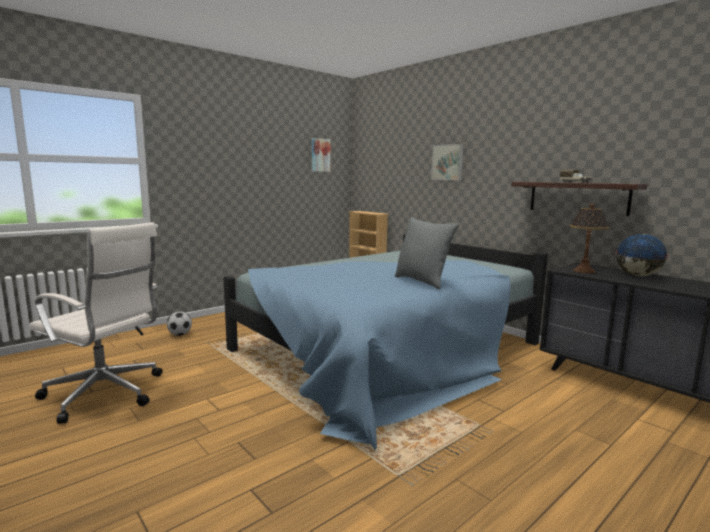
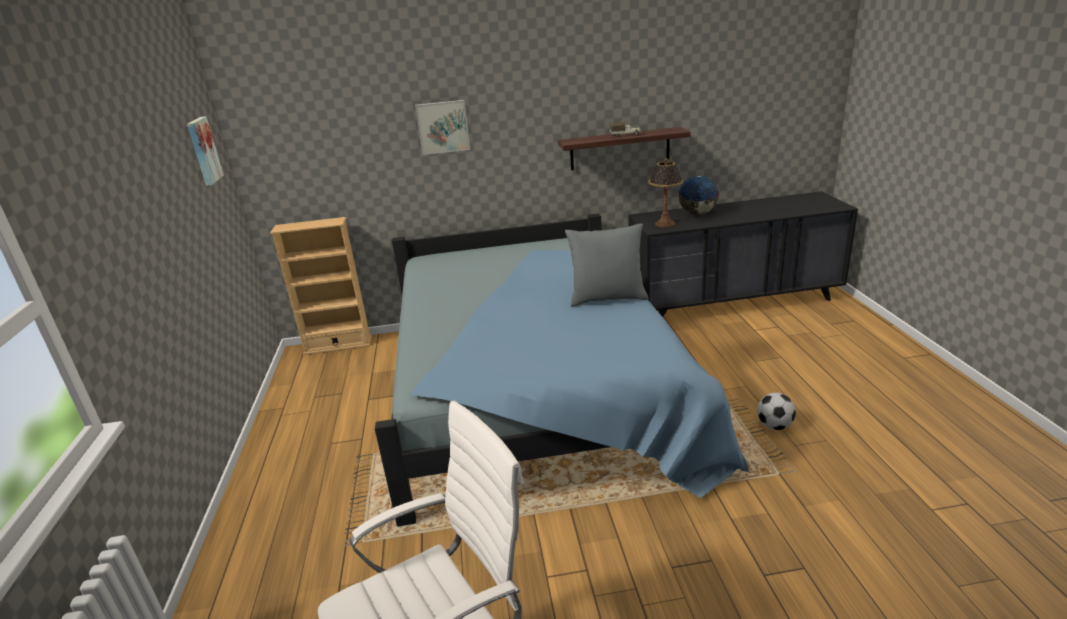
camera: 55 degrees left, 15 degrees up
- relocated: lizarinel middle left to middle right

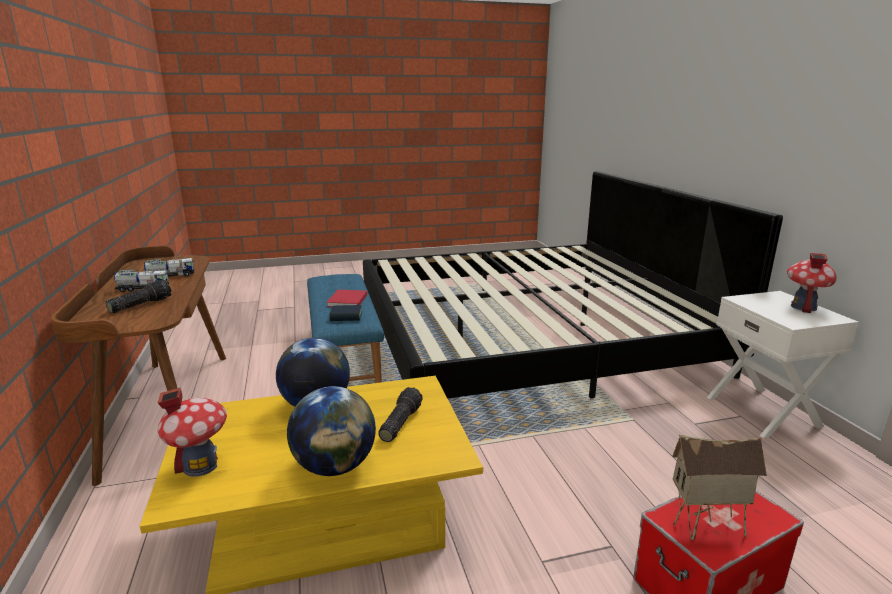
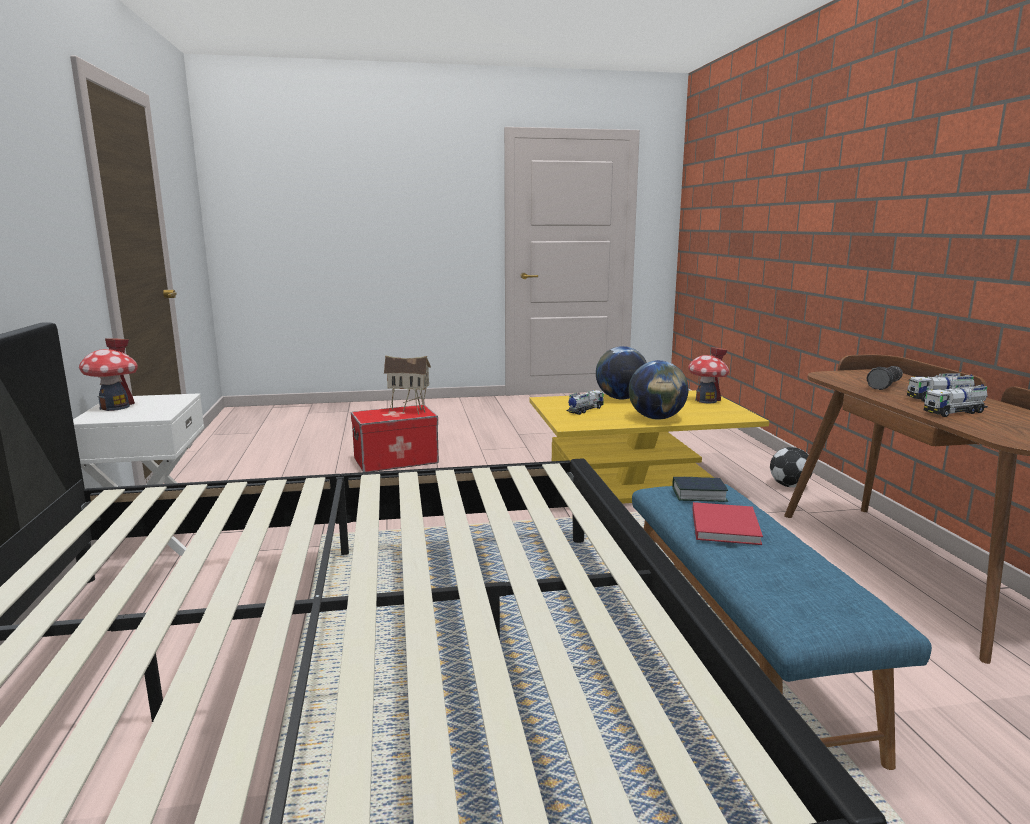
camera: 175 degrees left, 5 degrees down
- appeared: lizarinel middle right
- exchanged: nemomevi (no. 2 from left) bottom centre to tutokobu (no. 1 from left) centre

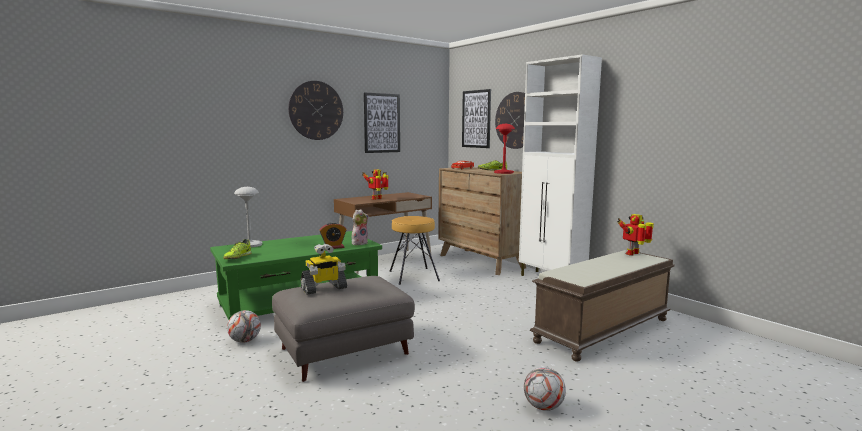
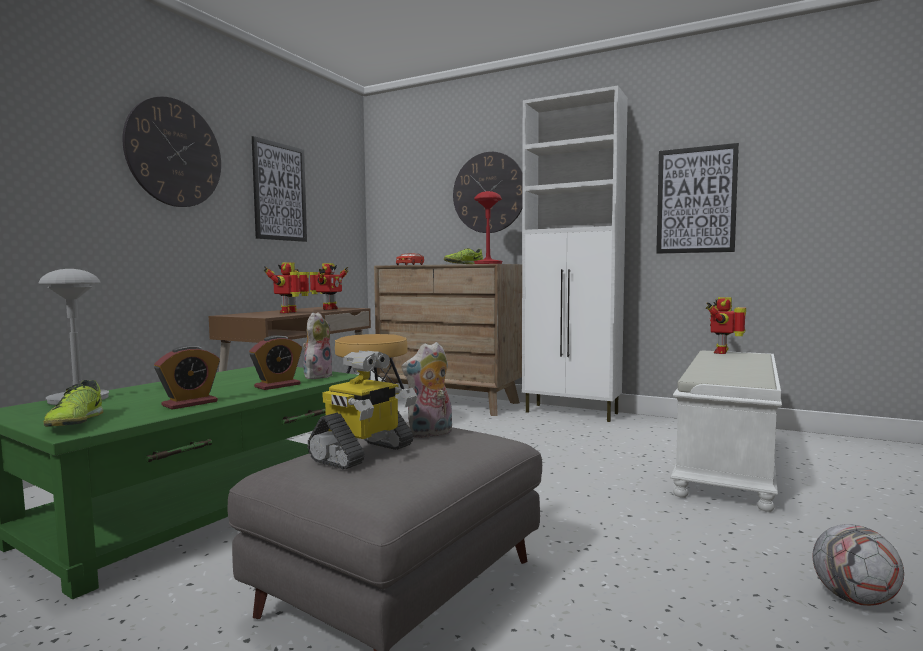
camera: 25 degrees left, 5 degrees down
- missing: lizarinel (no. 1 from left) bottom left
- appeared: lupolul (no. 1 from left) middle left
- appeared: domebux (no. 2 from left) centre
- appeared: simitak (no. 2 from left) centre
- relocated: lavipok (no. 2 from left) top centre to top right
- colour: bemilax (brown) bottom right to bemilax (white) middle right

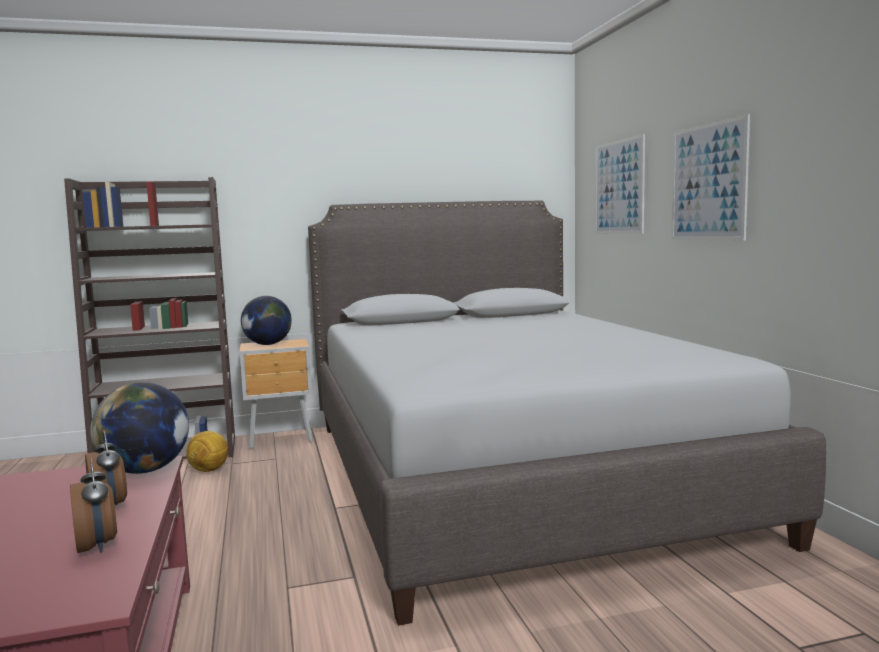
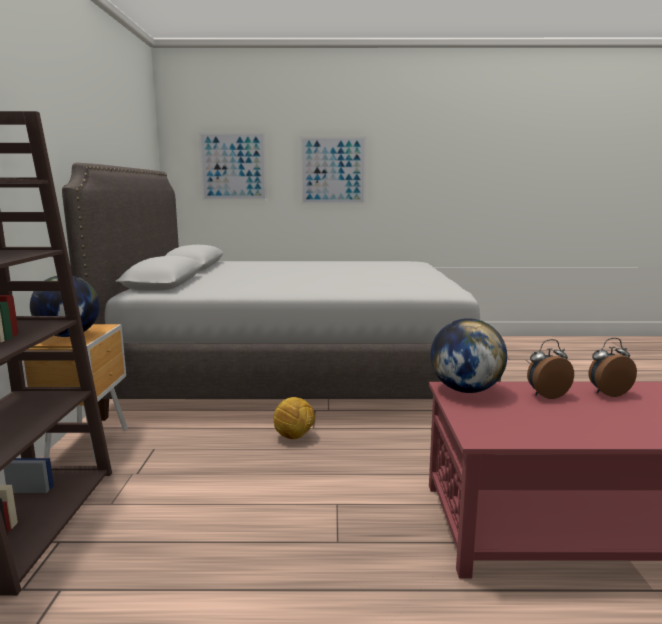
camera: 75 degrees left, 5 degrees up
- relocated: lizarinel bottom left to bottom centre

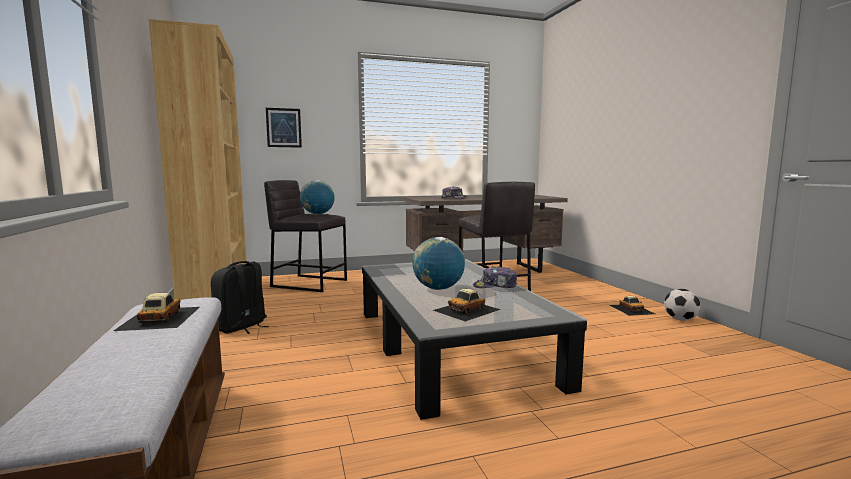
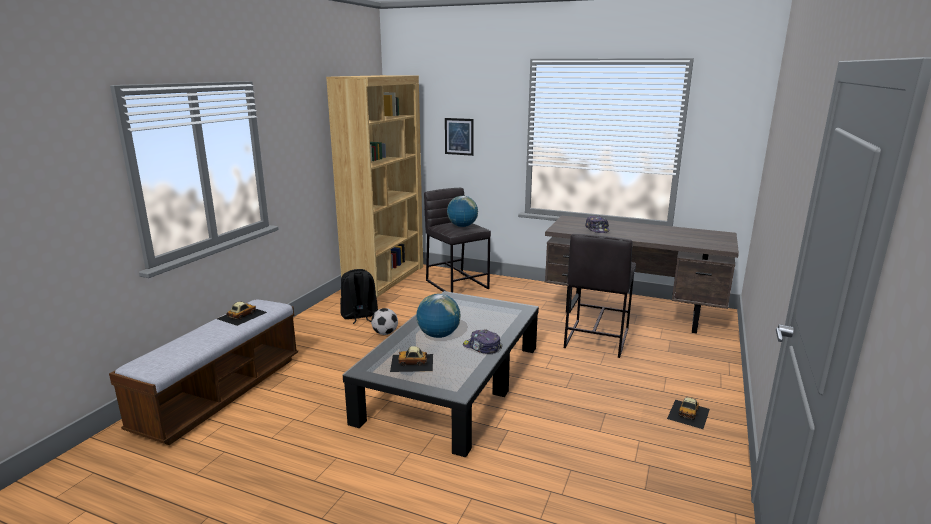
camera: 40 degrees right, 10 degrees up
- relocated: lizarinel middle right to centre

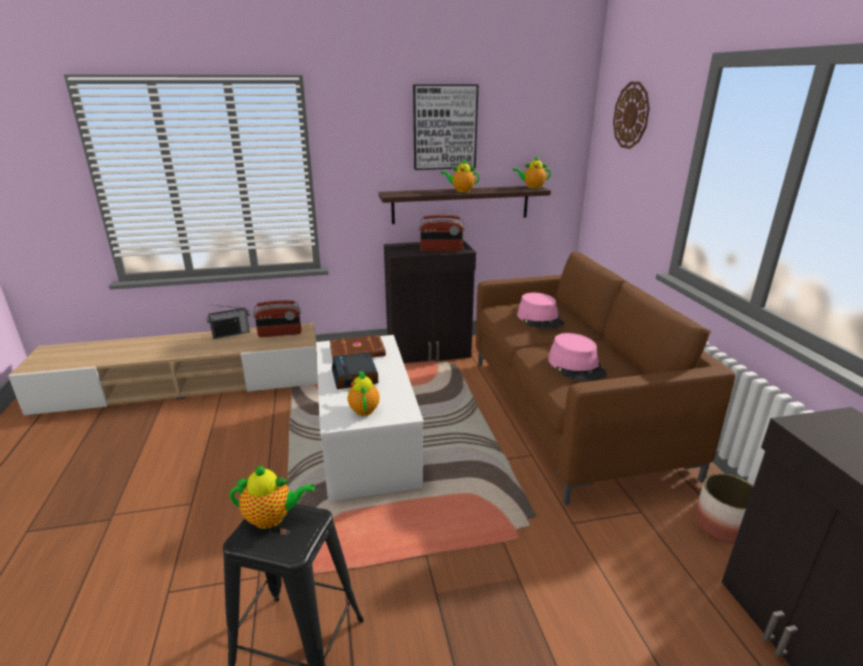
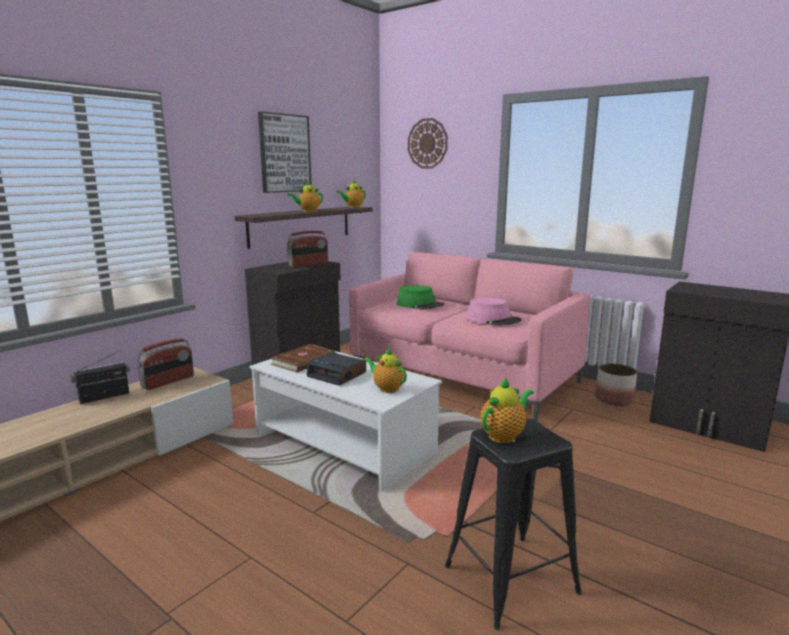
camera: 40 degrees left, 10 degrees down
- colour: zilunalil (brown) middle right to zilunalil (pink) centre
- colour: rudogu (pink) (no. 1 from left) centre to rudogu (green) centre
- spun: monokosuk (no. 1 from left) middle left = middle left 150 degrees counterclockwise

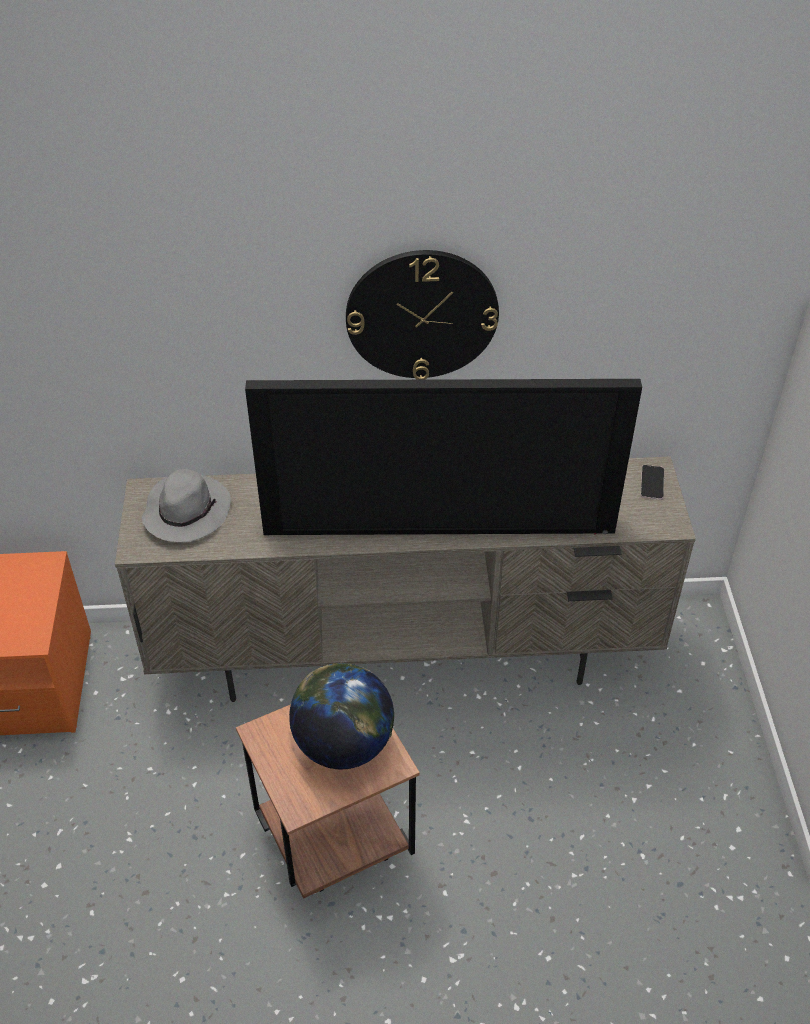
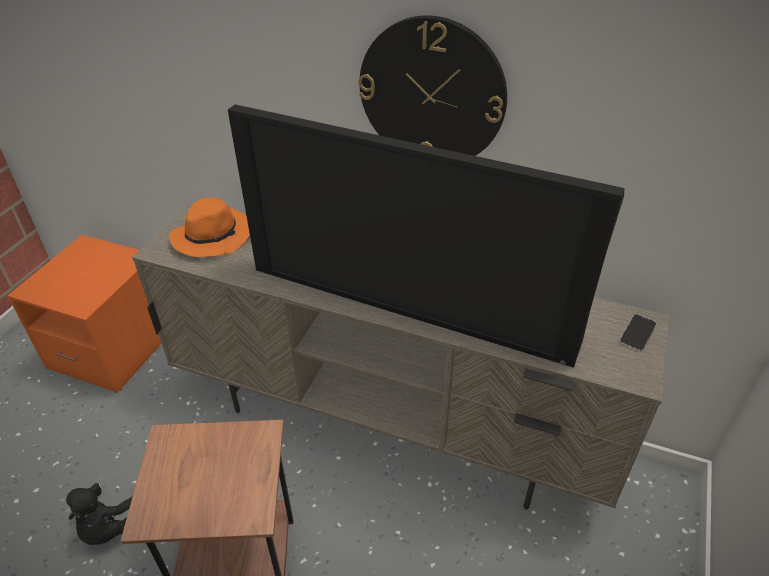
camera: 25 degrees right, 5 degrees down
- missing: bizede bottom centre
- appeared: simitak (black) bottom left
- colour: rudogu (grey) middle left to rudogu (orange) middle left

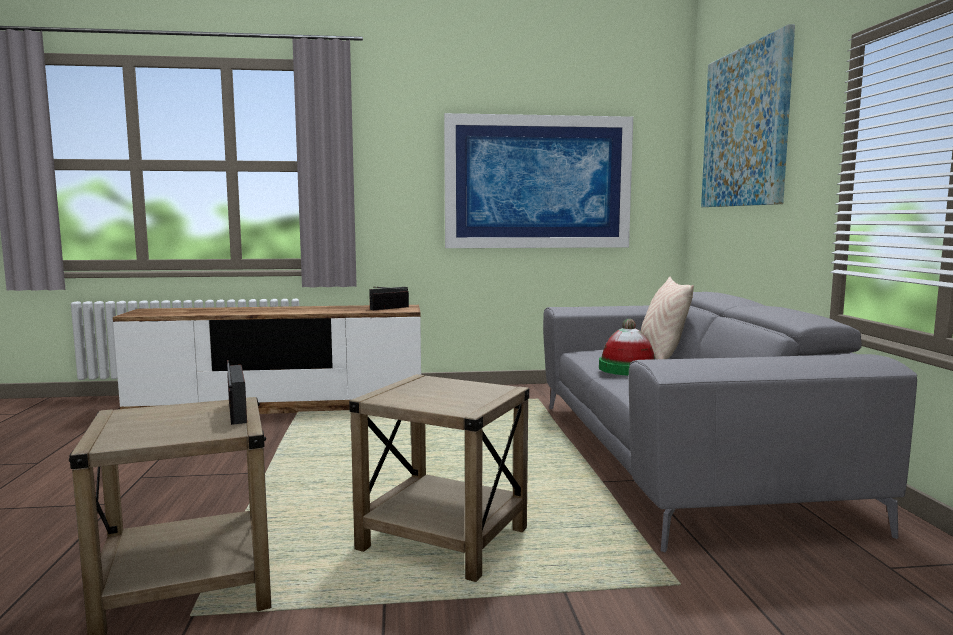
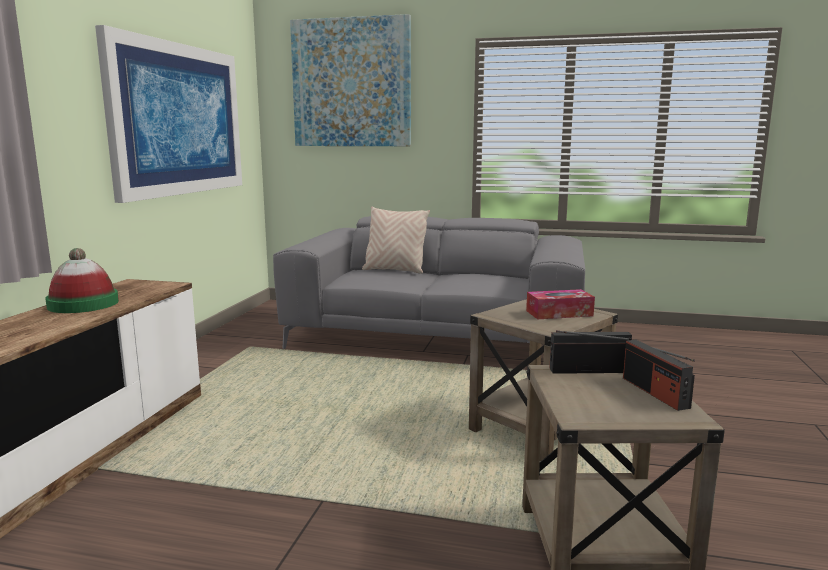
camera: 70 degrees left, 5 degrees up
- appeared: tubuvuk middle right
- relocated: monokosuk (no. 2 from left) centre to middle right
- relocated: rudogu centre to middle left

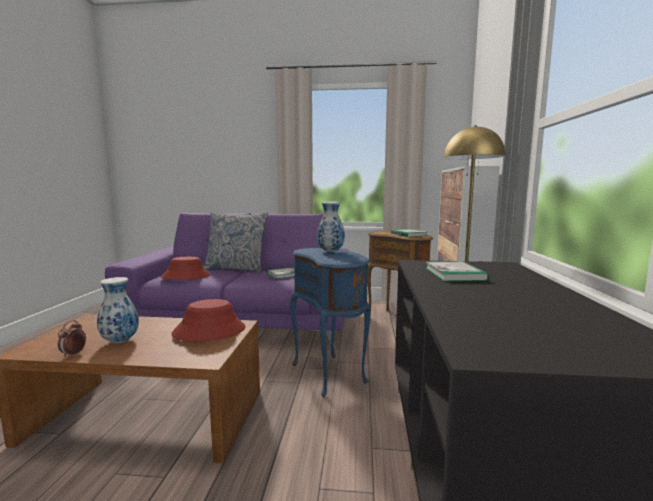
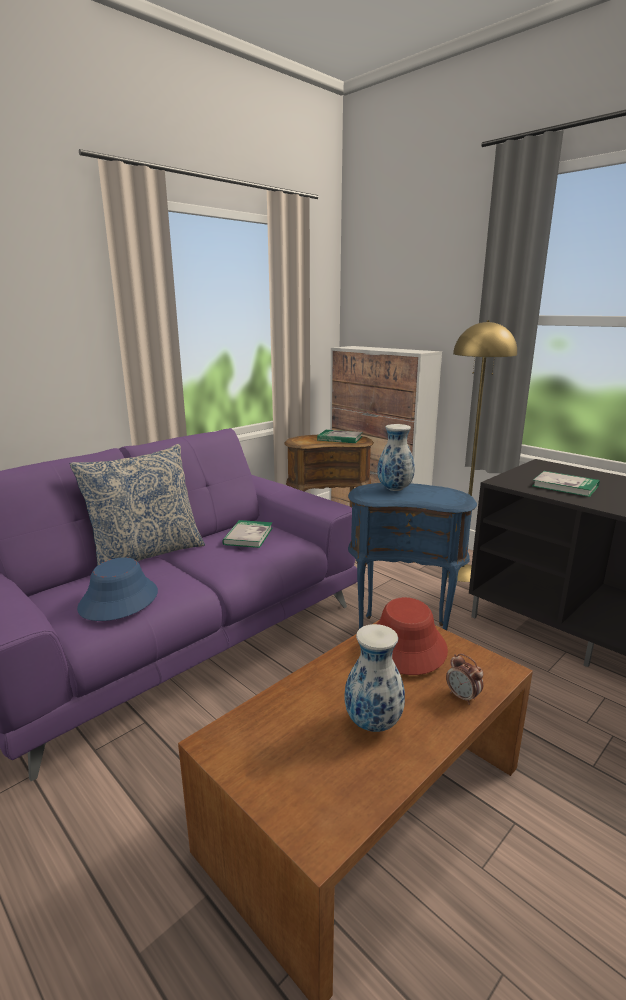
camera: 50 degrees left, 10 degrees up
- relocated: lupolul bottom left to bottom right
- colour: rudogu (red) (no. 1 from left) middle left to rudogu (blue) middle left

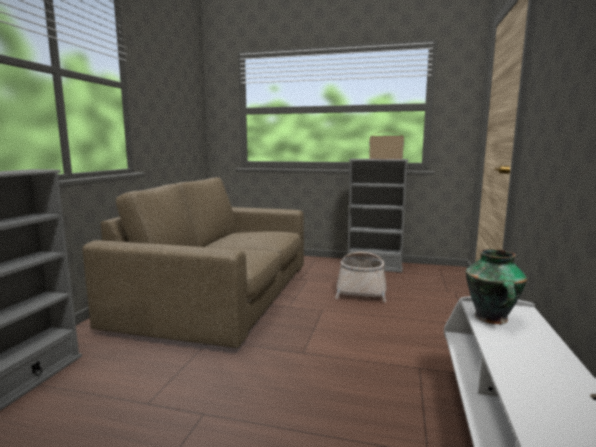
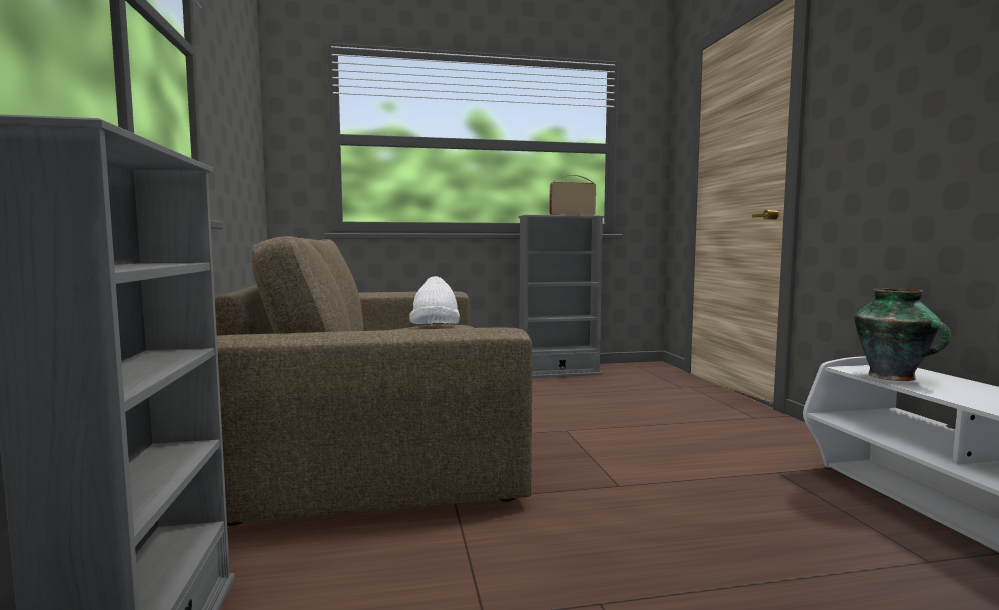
camera: 25 degrees left, 5 degrees down
- missing: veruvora centre
- appeared: rudogu (white) centre

